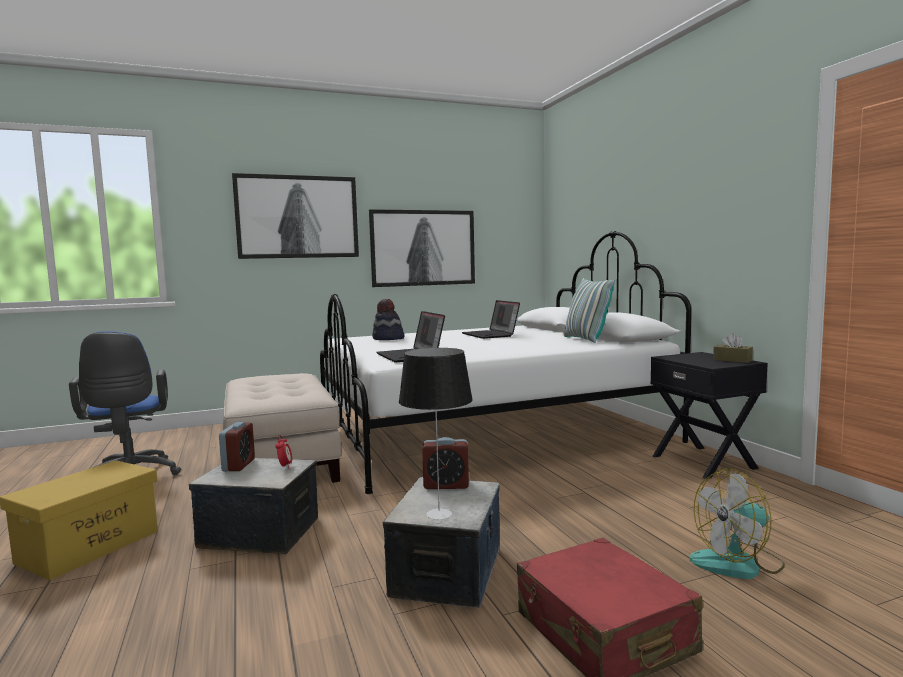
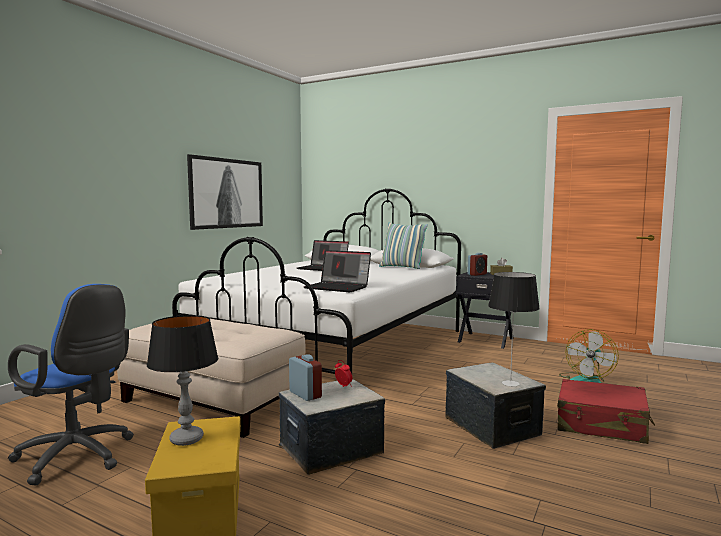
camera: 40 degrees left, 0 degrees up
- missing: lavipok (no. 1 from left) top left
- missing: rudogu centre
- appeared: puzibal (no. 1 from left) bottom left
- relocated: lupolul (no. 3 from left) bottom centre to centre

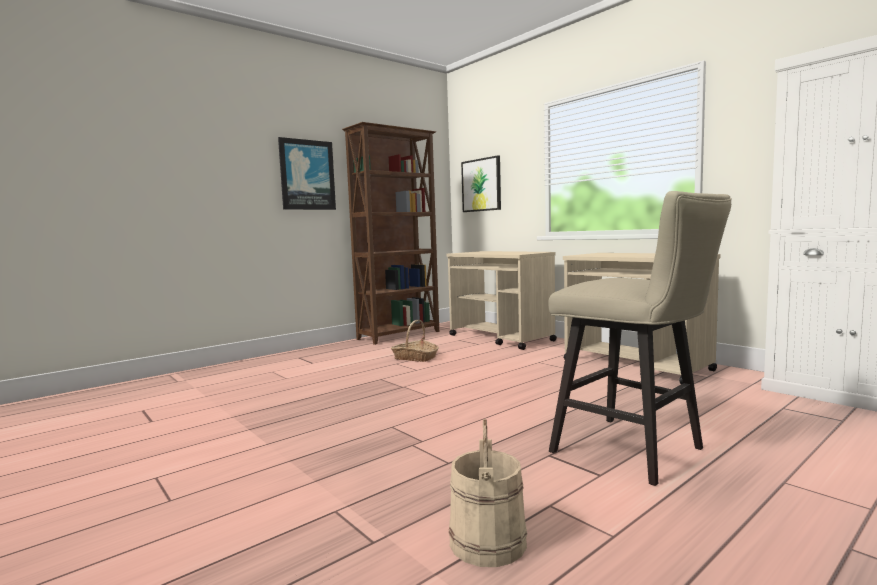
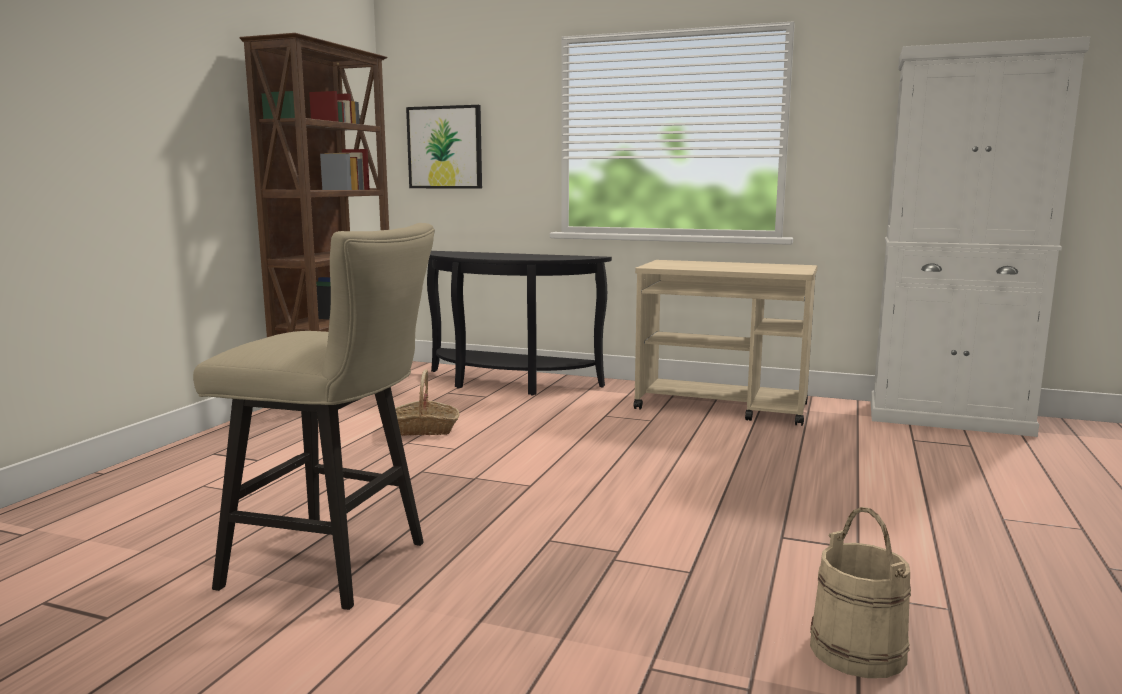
camera: 30 degrees left, 5 degrees up
- missing: lavipok (no. 1 from left) top centre
- relocated: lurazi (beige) middle right to middle left
- exchanged: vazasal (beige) (no. 1 from left) centre to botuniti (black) centre

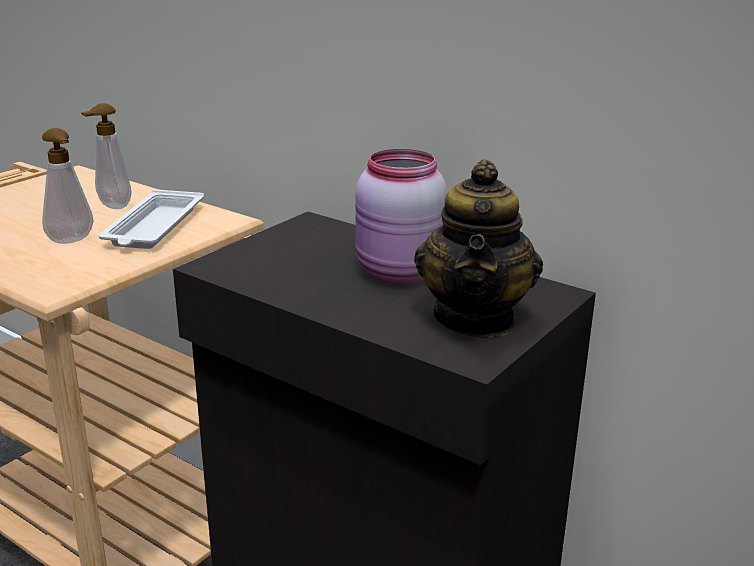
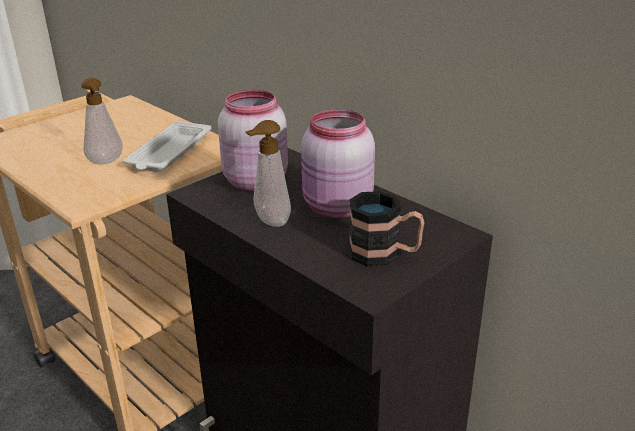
camera: 10 degrees right, 5 degrees up
- appeared: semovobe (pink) (no. 1 from left) top centre
- relocated: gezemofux (no. 2 from left) top left to centre
- exchanged: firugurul centre to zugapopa centre

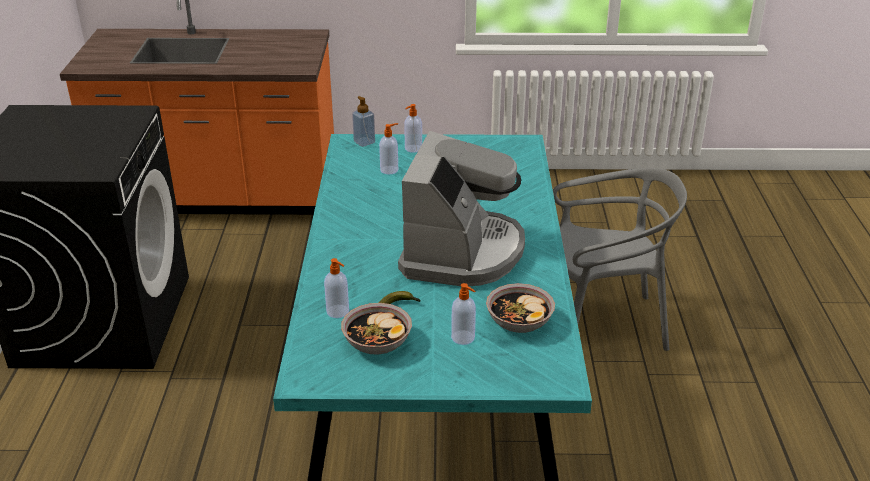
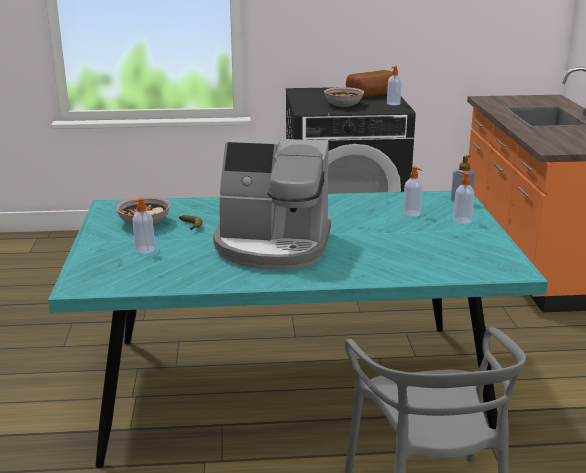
camera: 85 degrees right, 10 degrees down
- appeared: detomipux top centre
- relocated: gezemofux (no. 1 from left in the first image) centre to gezemofux (no. 2 from left) top right
- relocated: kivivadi (no. 2 from left) centre to top centre

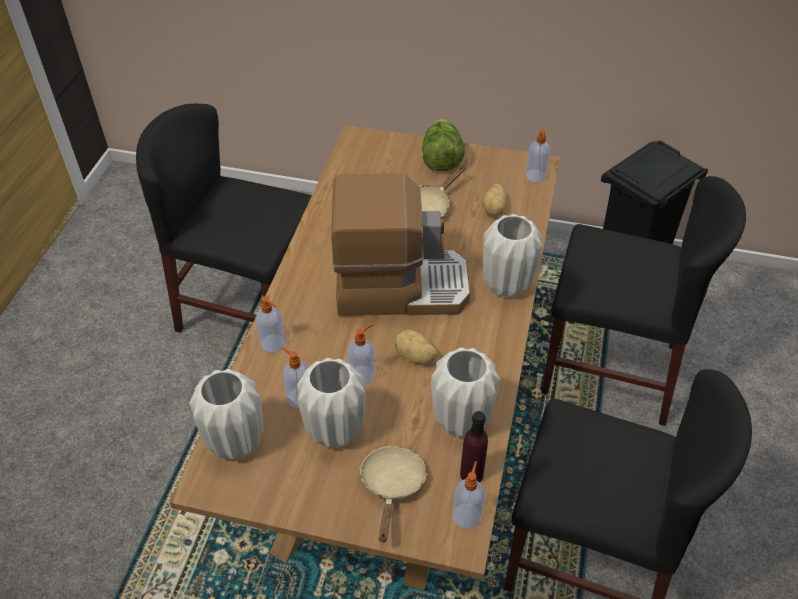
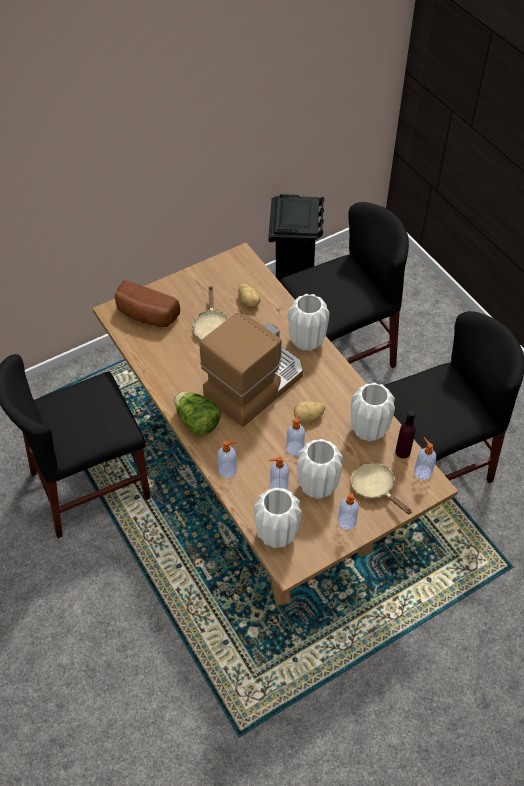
camera: 45 degrees left, 5 degrees up
- appeared: detomipux middle left
- relocated: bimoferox top centre to centre
- relocated: gezemofux (no. 5 from left in the first image) top right to gezemofux (no. 4 from left) centre

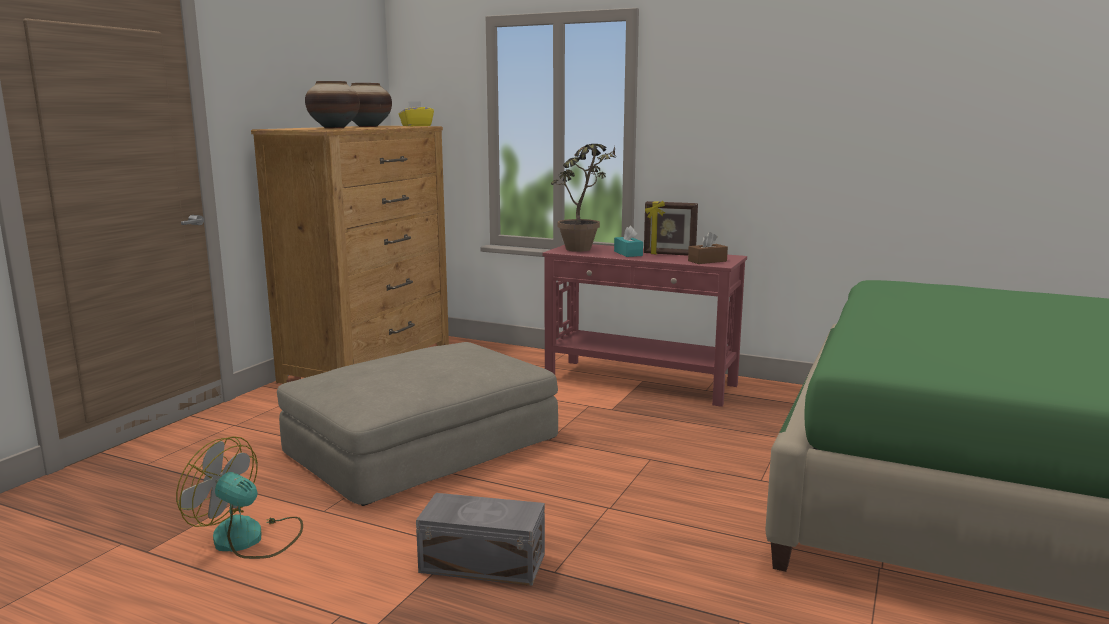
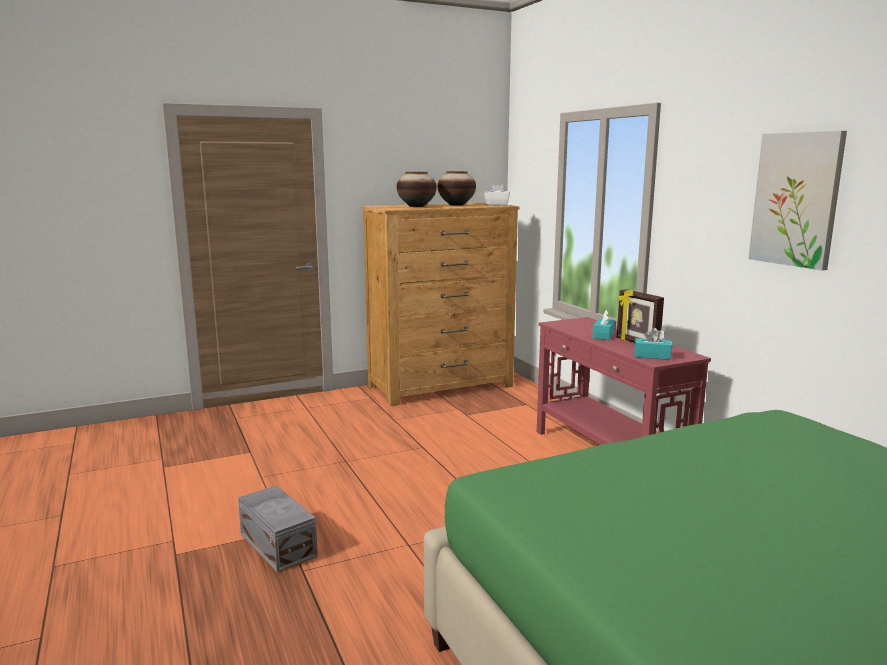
camera: 40 degrees right, 0 degrees up
- missing: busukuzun bottom left
- missing: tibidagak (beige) bottom centre
- missing: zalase top centre
- appeared: lavipok top right
- colour: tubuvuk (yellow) top centre to tubuvuk (white) top centre
- colour: tubuvuk (brown) centre to tubuvuk (turquoise) (no. 2 from left) middle right

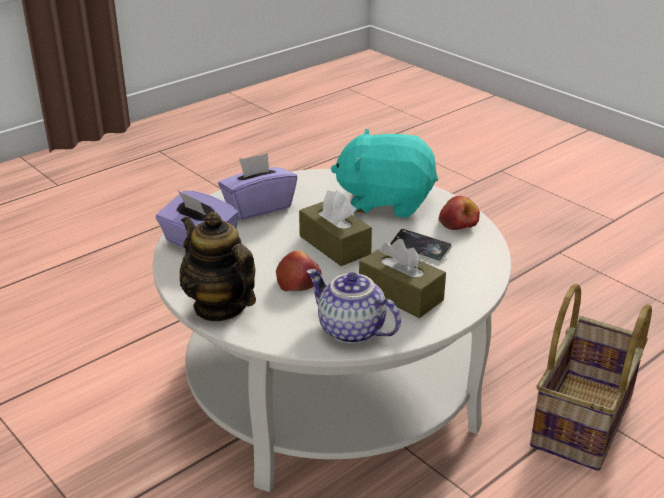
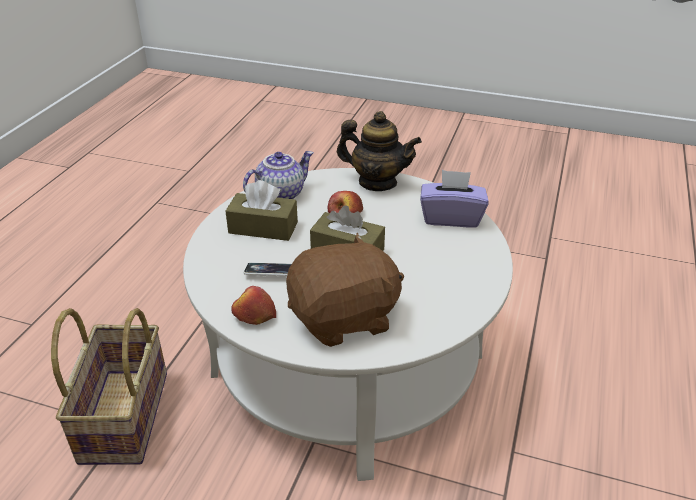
camera: 150 degrees right, 5 degrees up
- missing: tubuvuk (purple) (no. 2 from left) centre
- colour: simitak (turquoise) centre to simitak (brown) centre
- spun: firugurul (no. 2 from left in the first image) centre = centre 45 degrees counterclockwise

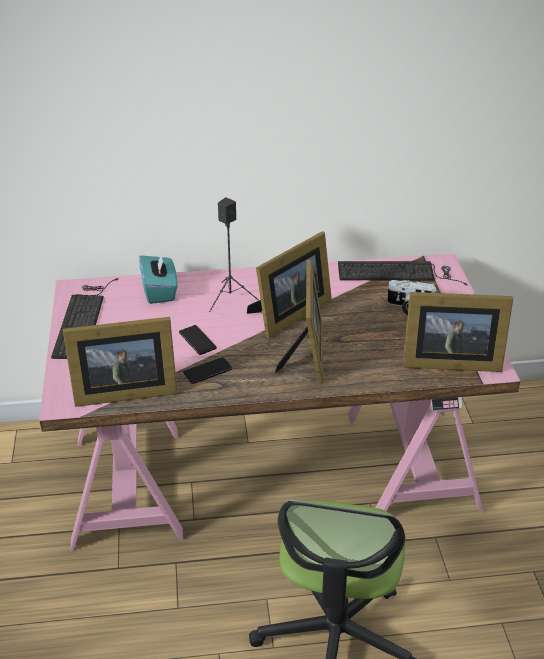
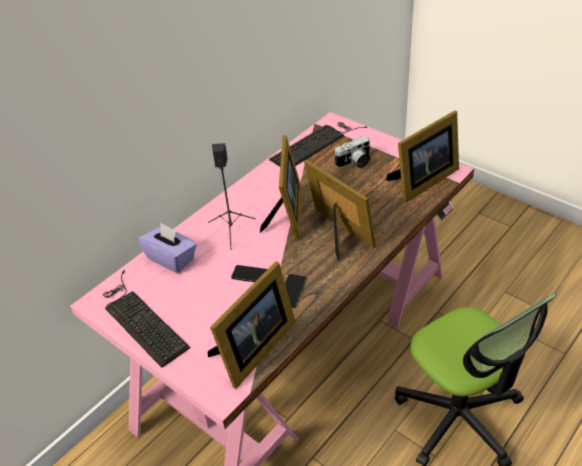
camera: 40 degrees left, 5 degrees up
- colour: tubuvuk (turquoise) middle left to tubuvuk (purple) middle left

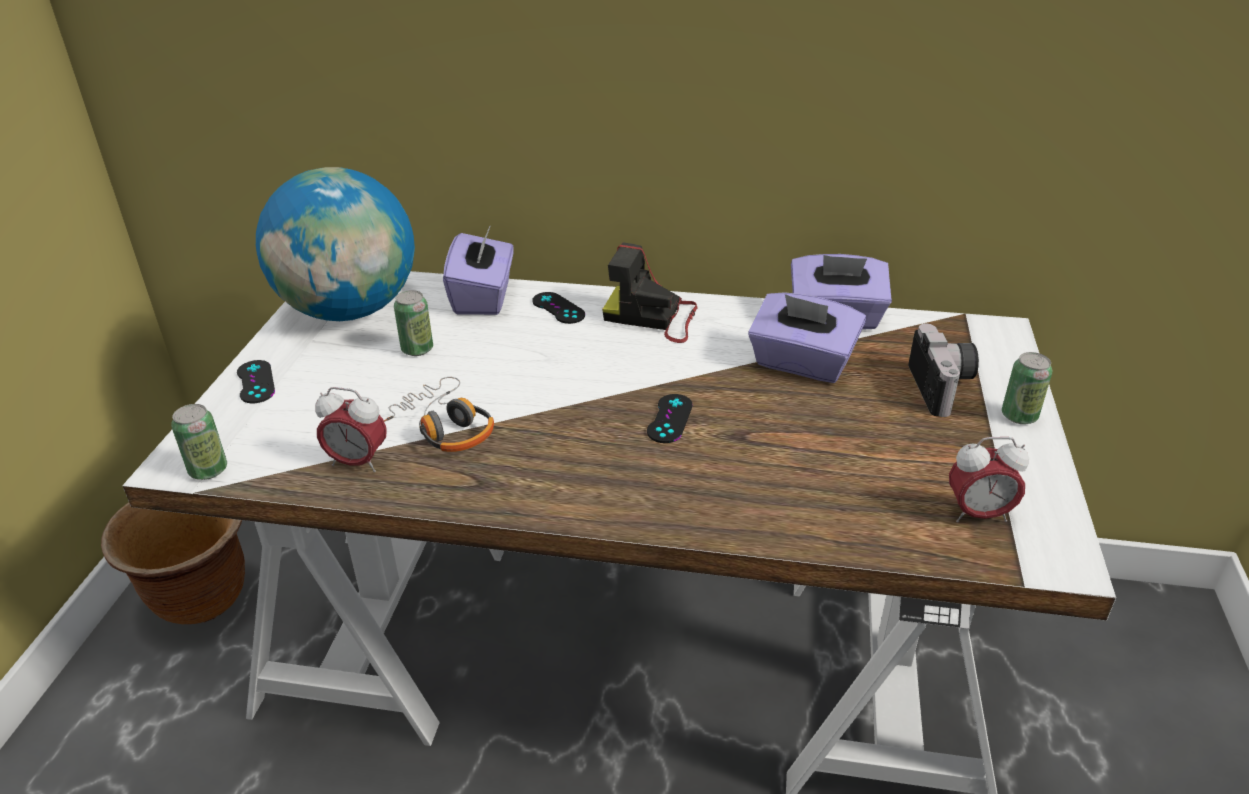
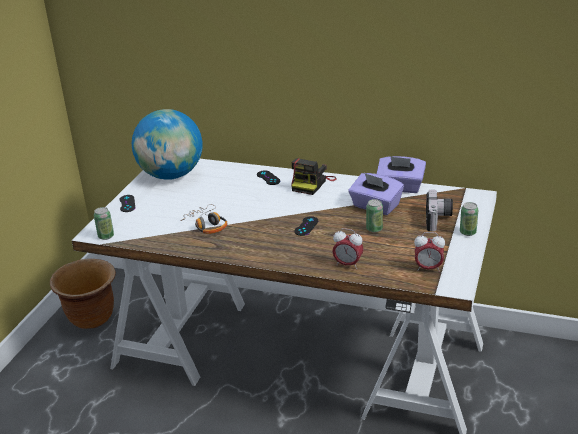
camera: 10 degrees right, 5 degrees down
- missing: tubuvuk (purple) (no. 1 from left) centre
- relocated: lupolul (no. 1 from left) middle left to centre
- relocated: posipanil (no. 2 from left) middle left to centre
- spun: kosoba (no. 1 from left) centre = centre 90 degrees counterclockwise

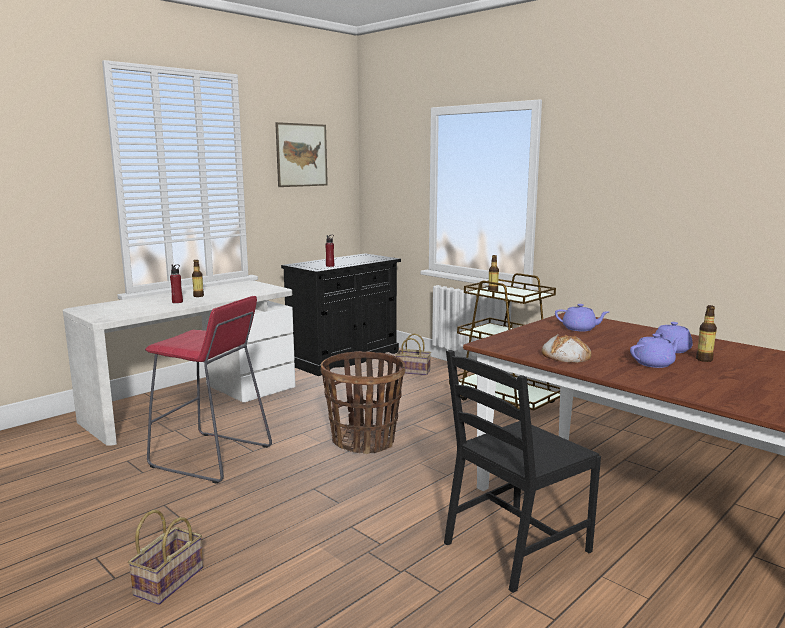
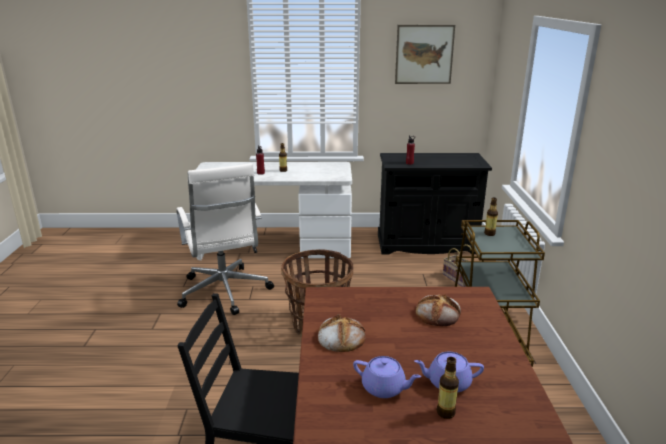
camera: 45 degrees right, 10 degrees up
- missing: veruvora (no. 1 from left) bottom left
- exchanged: lurazi (red) middle left to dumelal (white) centre
- exchanged: firugurul (purple) (no. 1 from left) middle right to detomipux (no. 2 from left) bottom centre

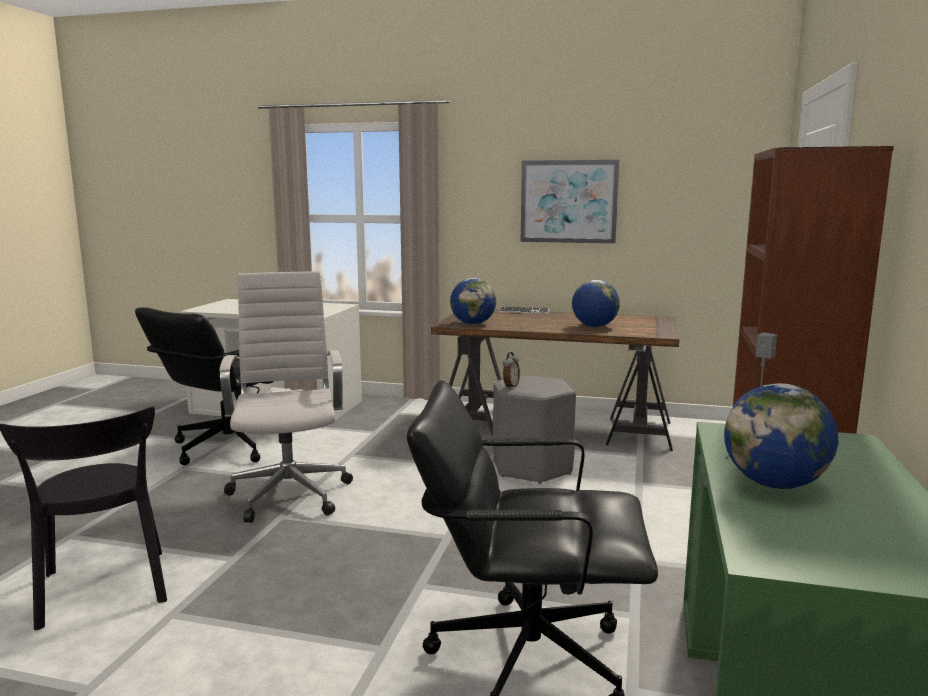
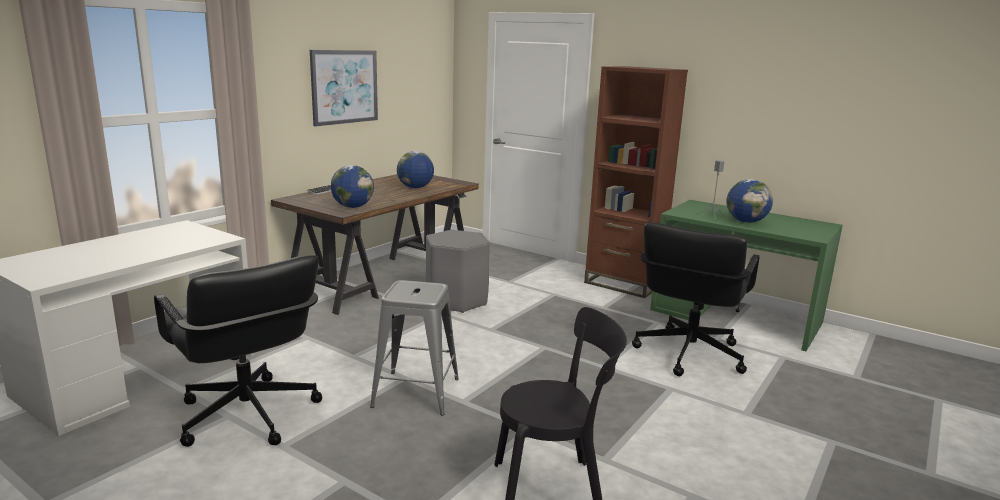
camera: 70 degrees left, 5 degrees up
- missing: lupolul centre
- exchanged: dumelal (white) middle left to lurazi (grey) (no. 1 from left) bottom centre

